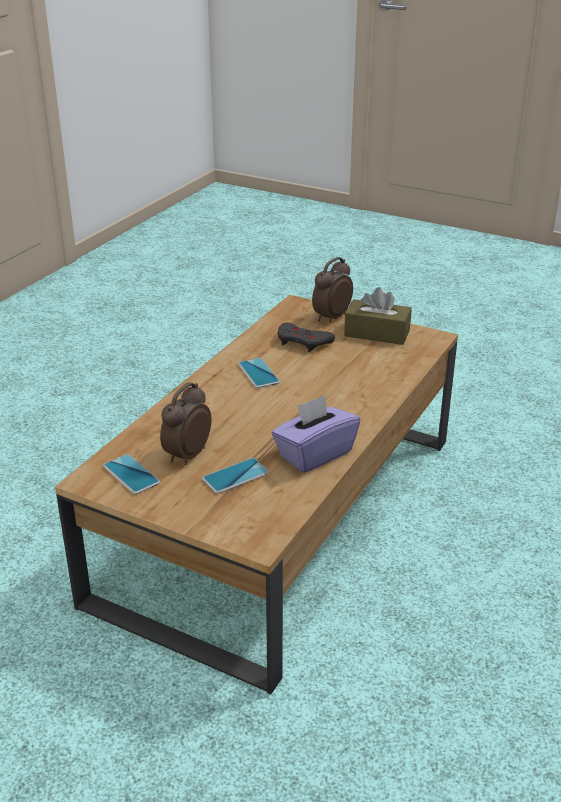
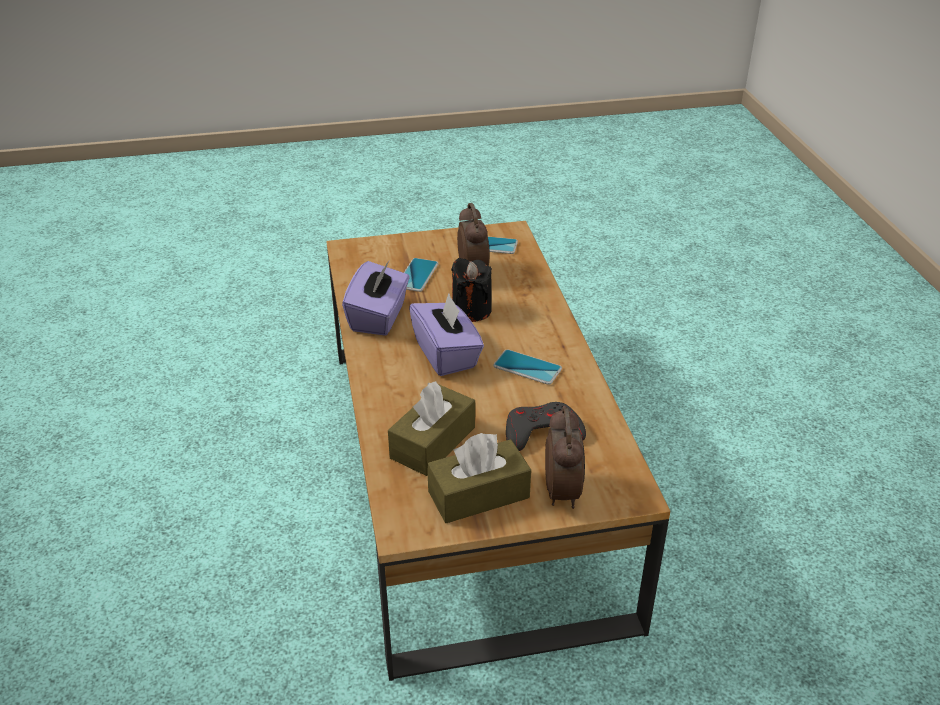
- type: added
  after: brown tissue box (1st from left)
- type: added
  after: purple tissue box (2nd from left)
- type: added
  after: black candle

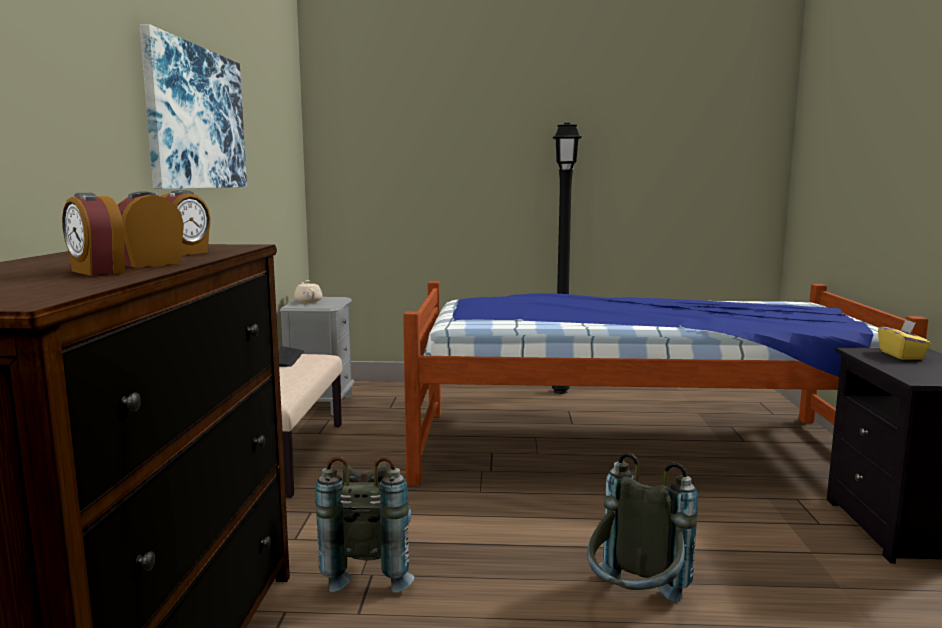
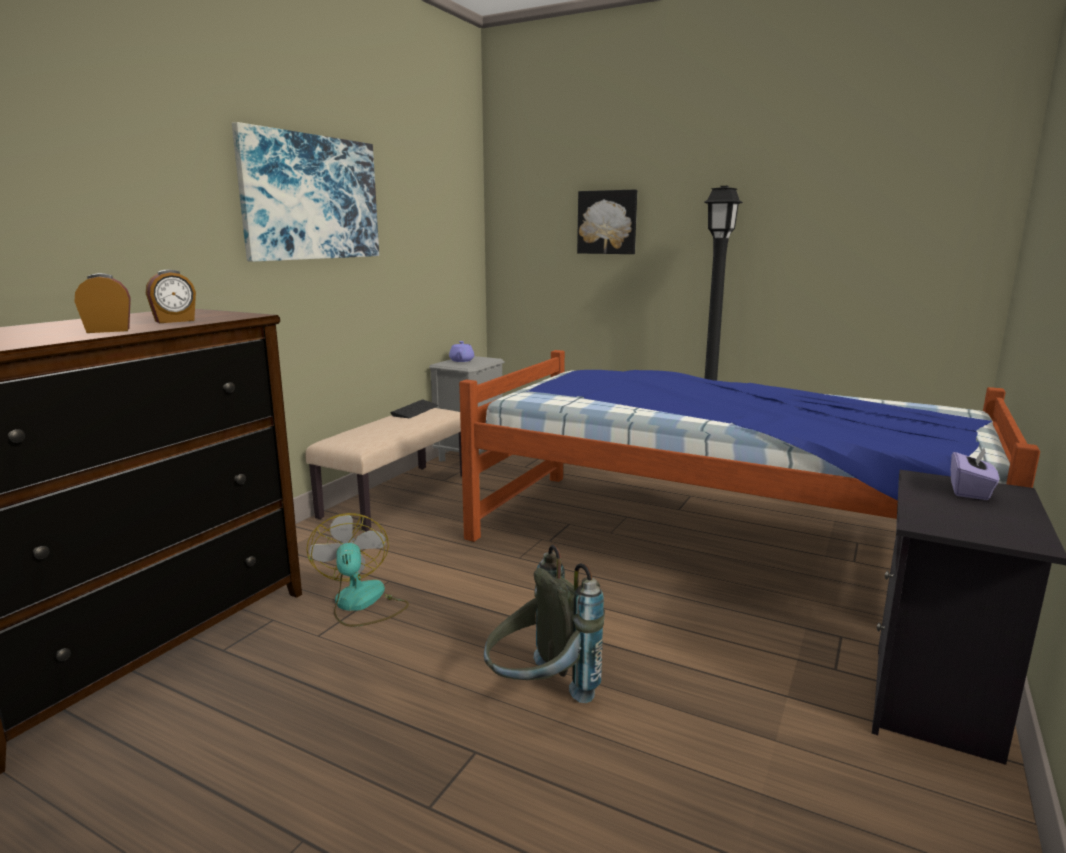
- type: removed
  before: alarm clock (1st from left)
- type: recoloured
  before: beige teapot
  after: purple teapot
- type: replaced
  before: grey backpack (1st from left)
  after: fan
- type: recoloured
  before: yellow tissue box
  after: purple tissue box
- type: added
  after: picture (2nd from left)

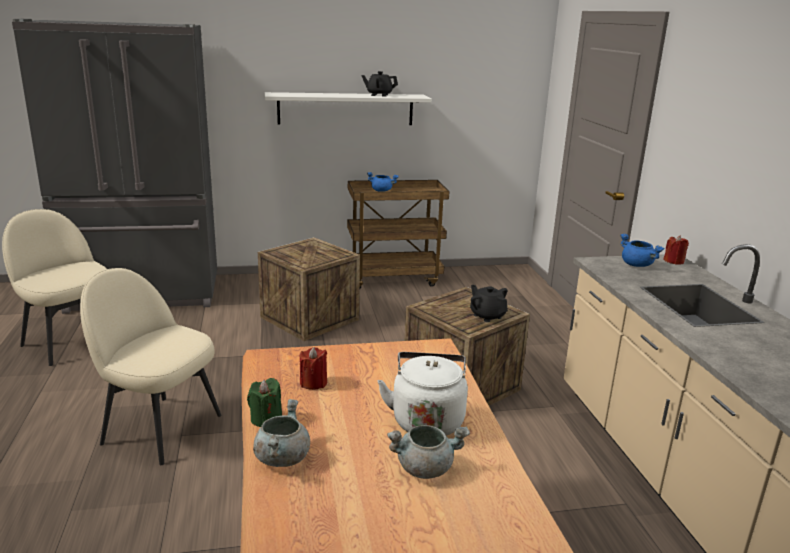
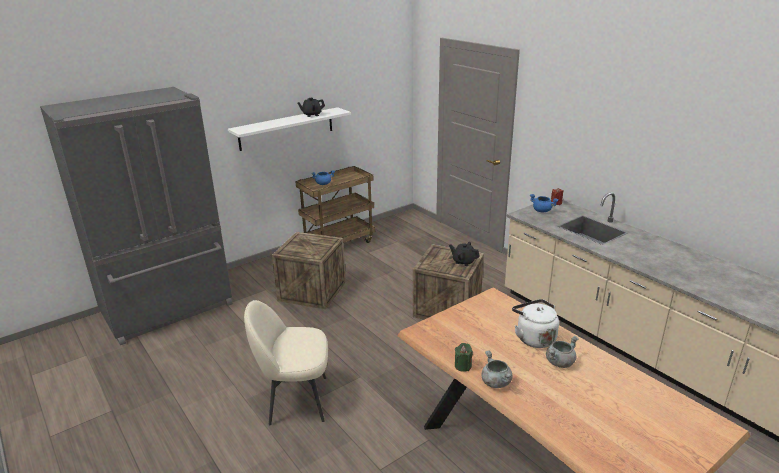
- type: removed
  before: beige chair (1st from left)
- type: removed
  before: red candle (1st from left)

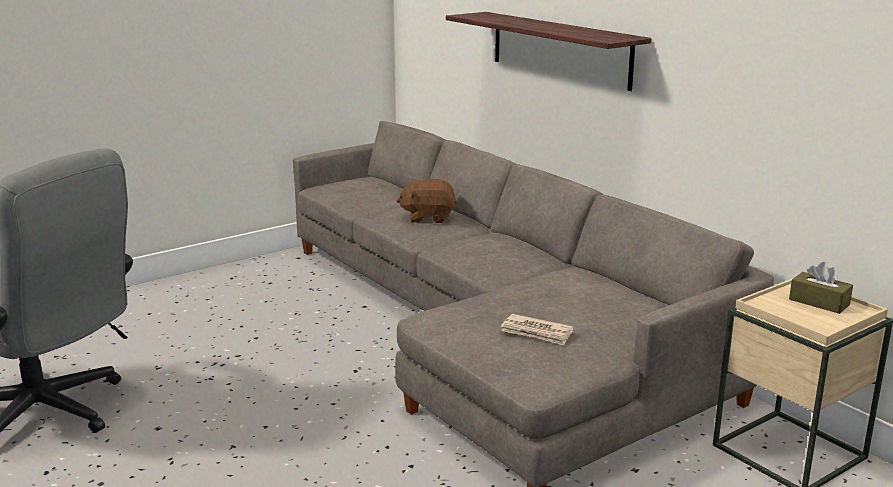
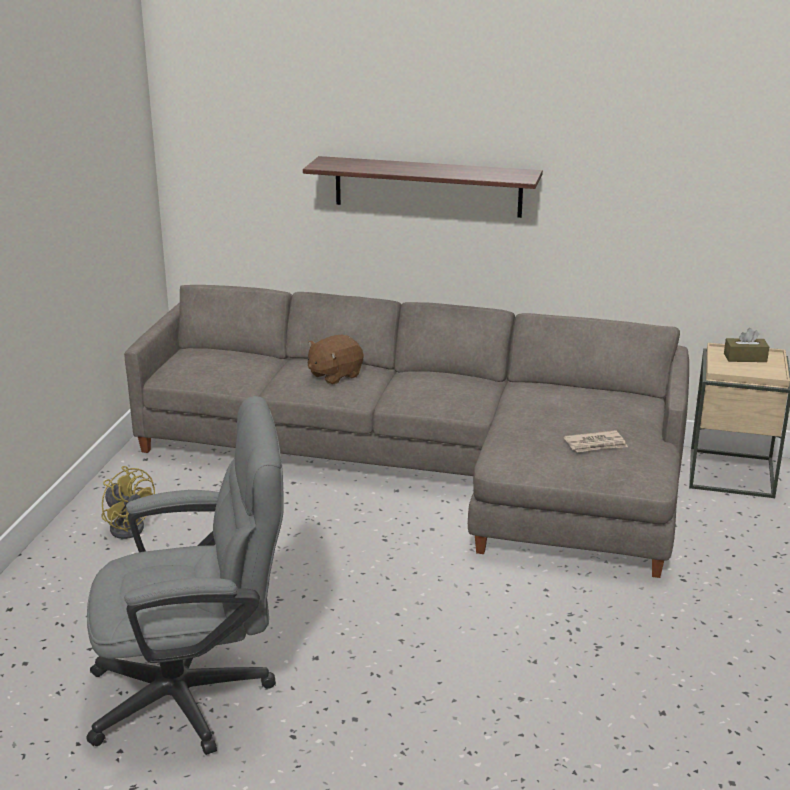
- type: added
  after: yellow fan

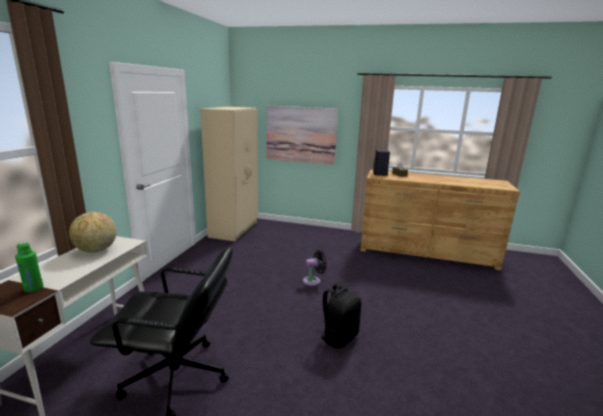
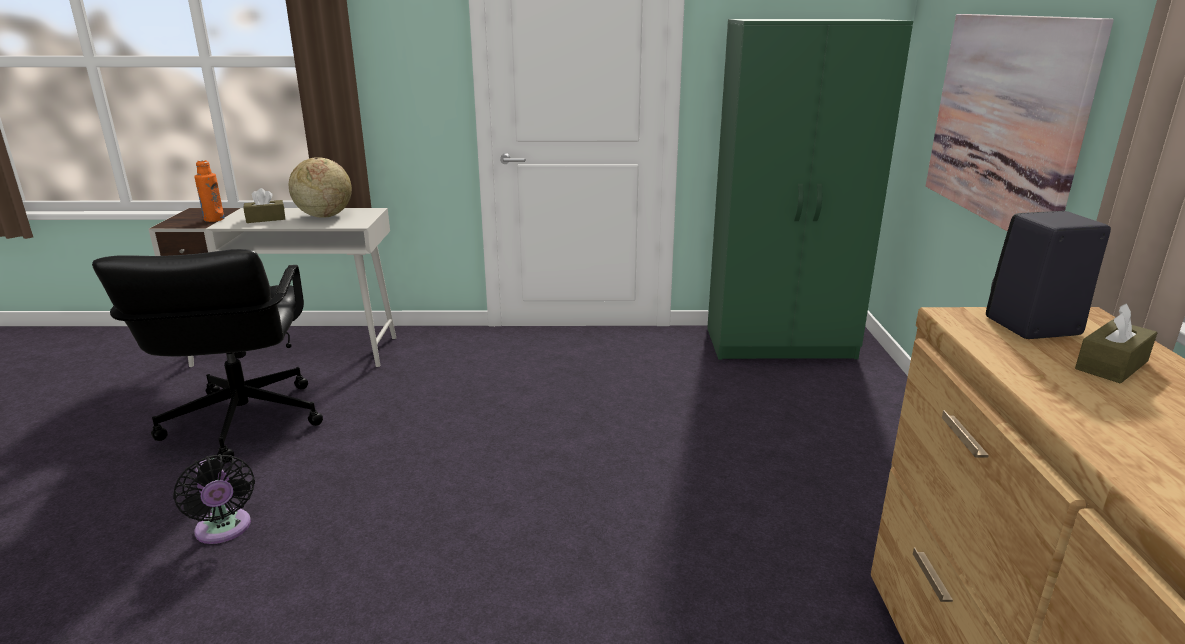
- type: recoloured
  before: green bottle
  after: orange bottle
- type: recoloured
  before: beige wardrobe
  after: green wardrobe
- type: moved
  before: black fan
- type: removed
  before: black backpack
- type: added
  after: brown tissue box (1st from left)

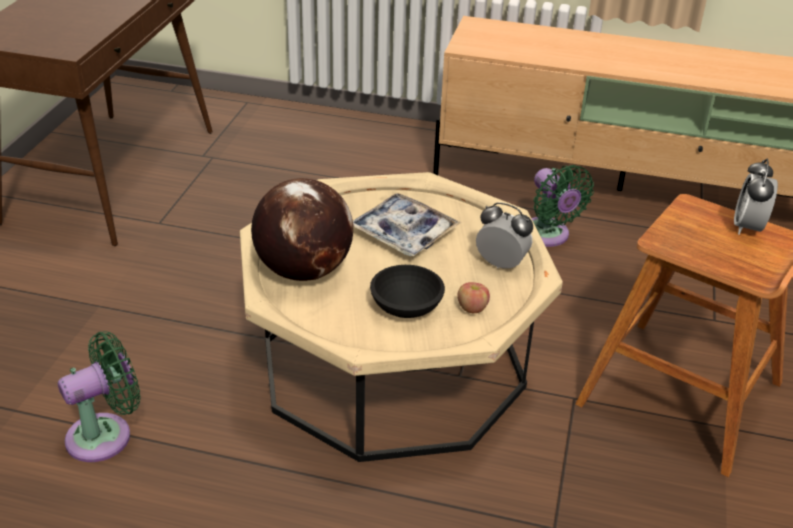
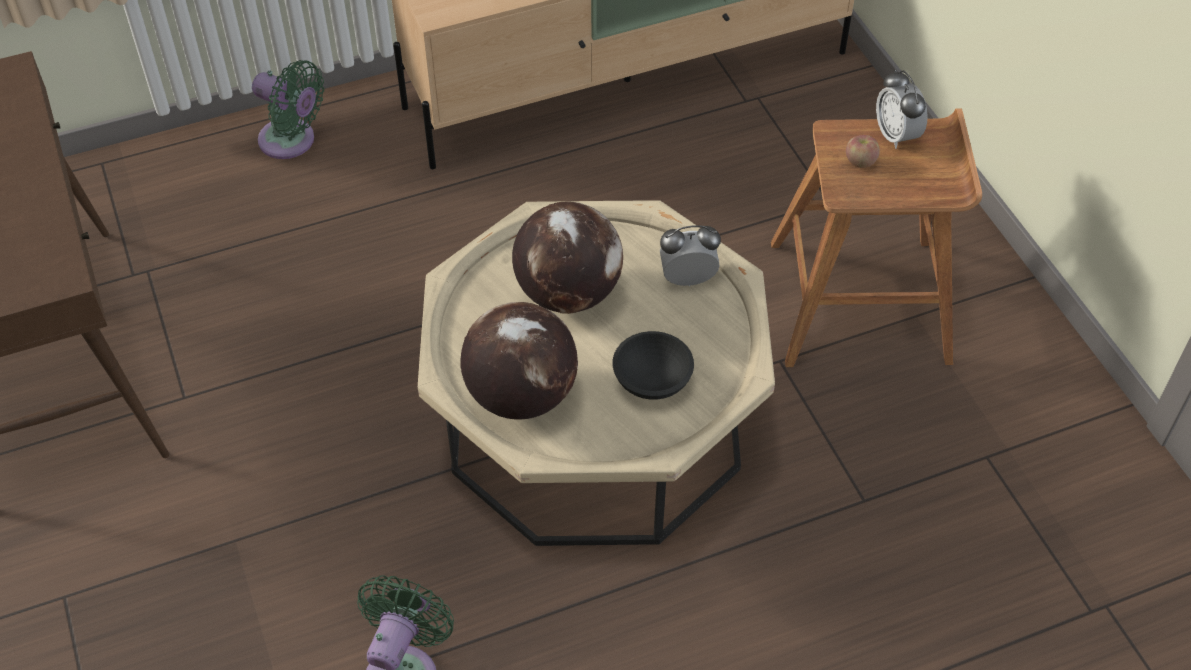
- type: replaced
  before: tray
  after: globe (2nd from left)
- type: moved
  before: apple
- type: moved
  before: green fan (2nd from left in the first image)
  after: green fan (1st from left)

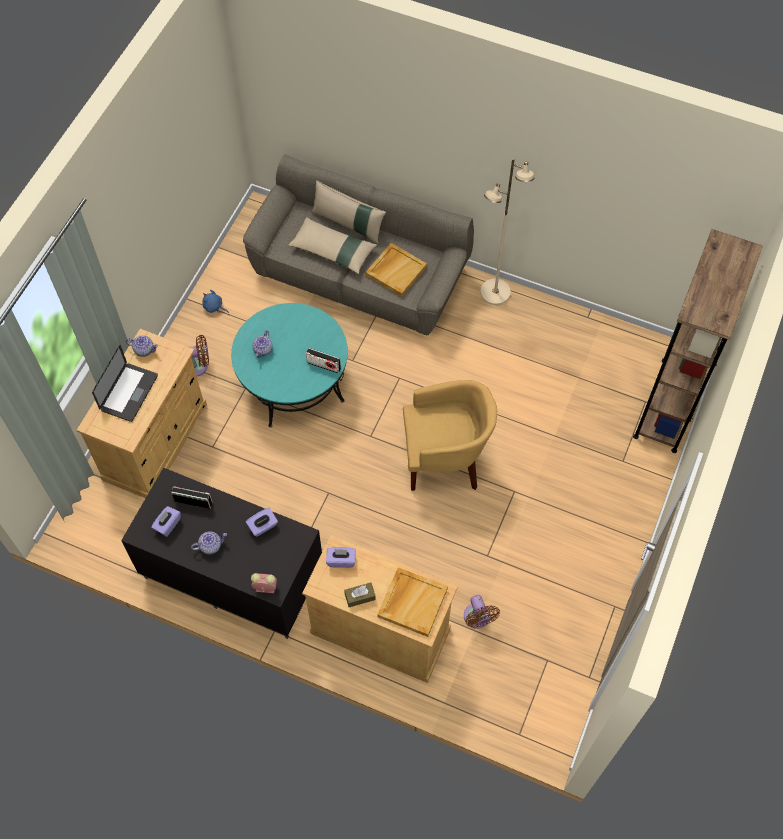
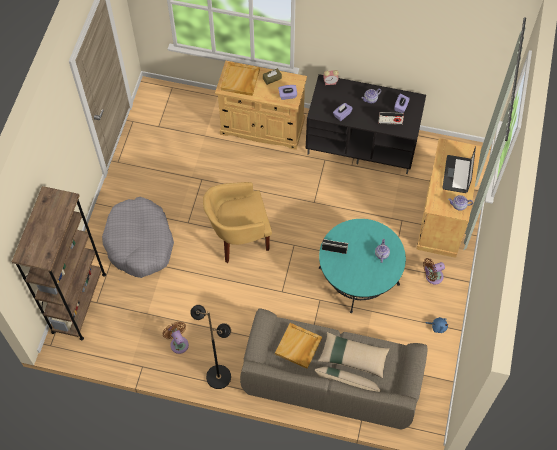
- type: moved
  before: brown fan (2nd from left in the first image)
  after: brown fan (1st from left)
- type: recoloured
  before: beige floor lamp
  after: black floor lamp
- type: added
  after: grey dog bed

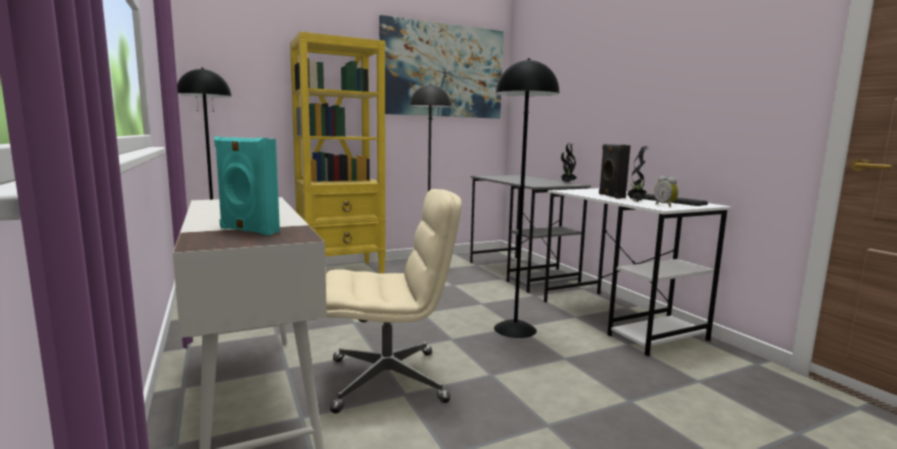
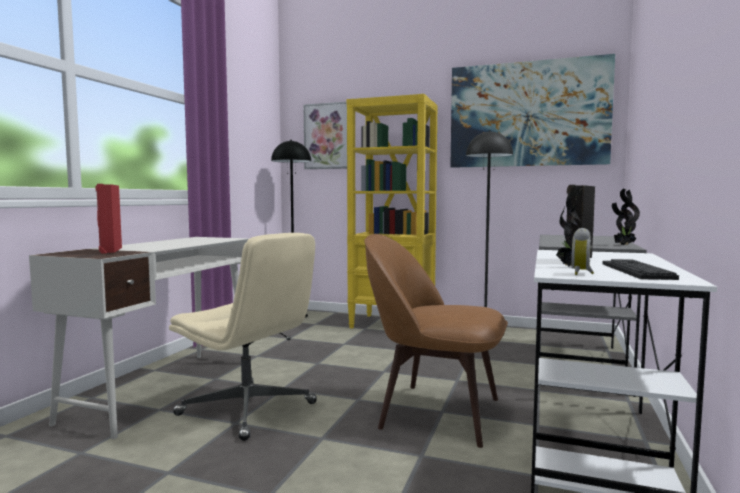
- type: recoloured
  before: turquoise speaker
  after: red speaker
- type: replaced
  before: black floor lamp (3rd from left)
  after: brown chair
- type: added
  after: picture (1st from left)

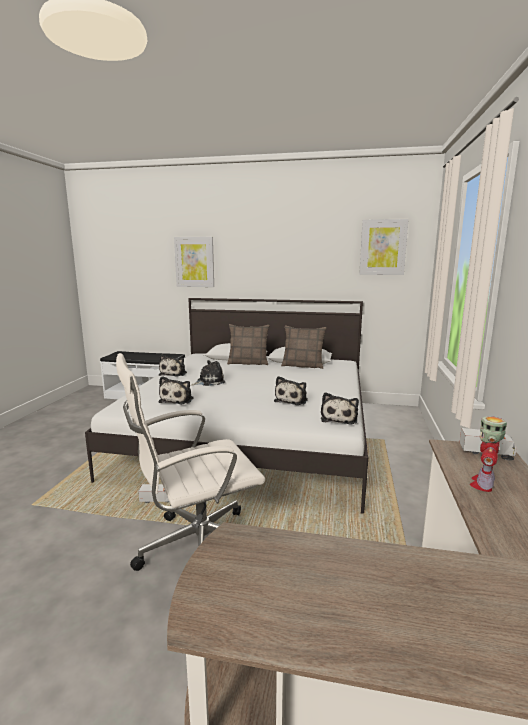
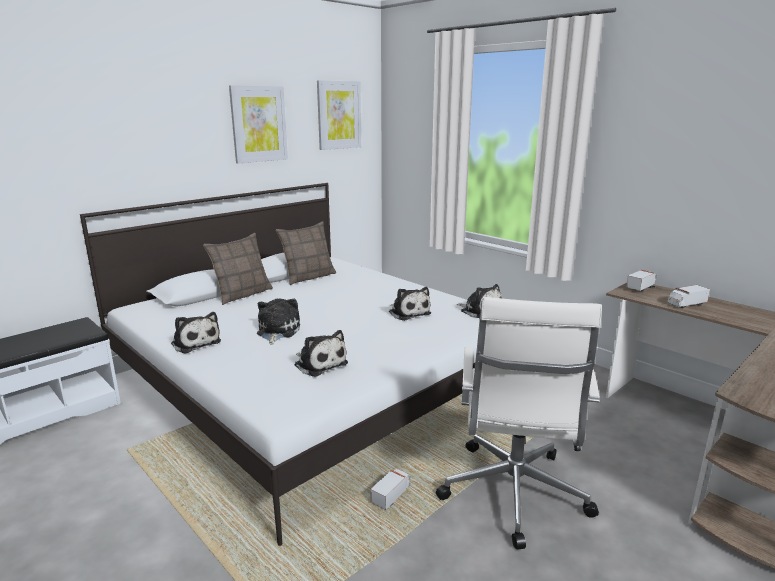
- type: moved
  before: picture (1st from left)
- type: replaced
  before: toy robot
  after: toy truck (3rd from left)

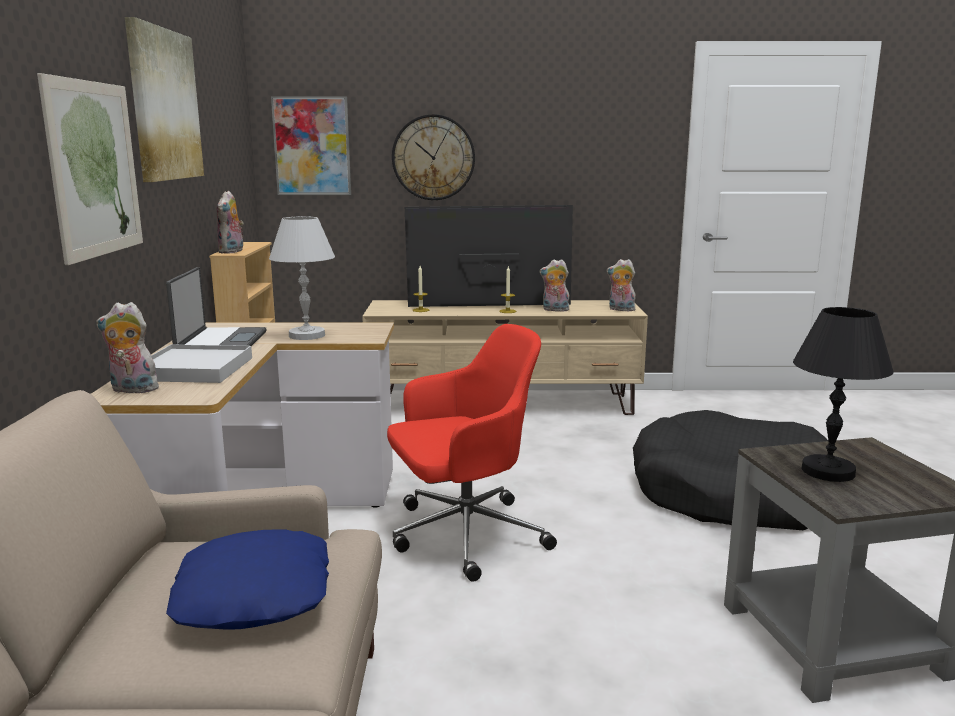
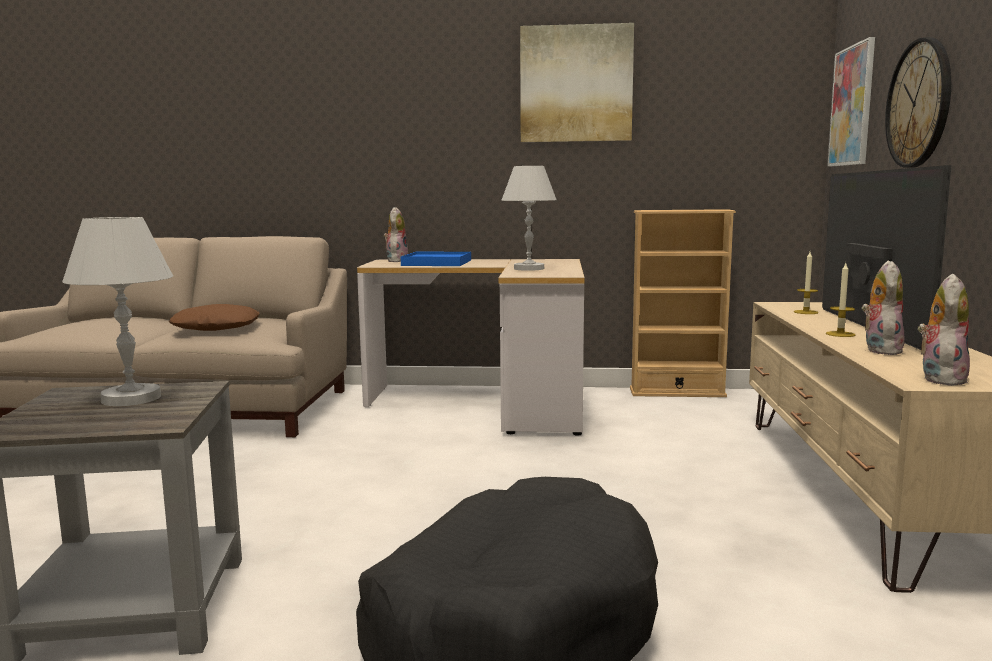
- type: removed
  before: picture (1st from left)
- type: recoloured
  before: white tray
  after: blue tray
- type: removed
  before: laptop
- type: recoloured
  before: blue pillow
  after: brown pillow
- type: removed
  before: plush toy (2nd from left)
- type: removed
  before: red office chair
- type: recoloured
  before: black table lamp
  after: white table lamp (1st from left)

